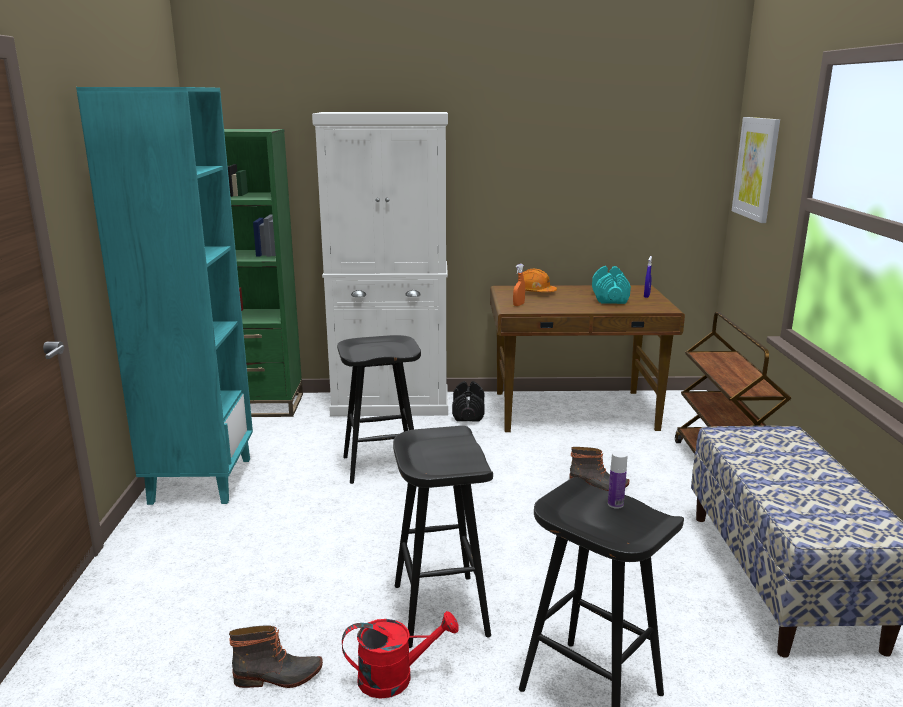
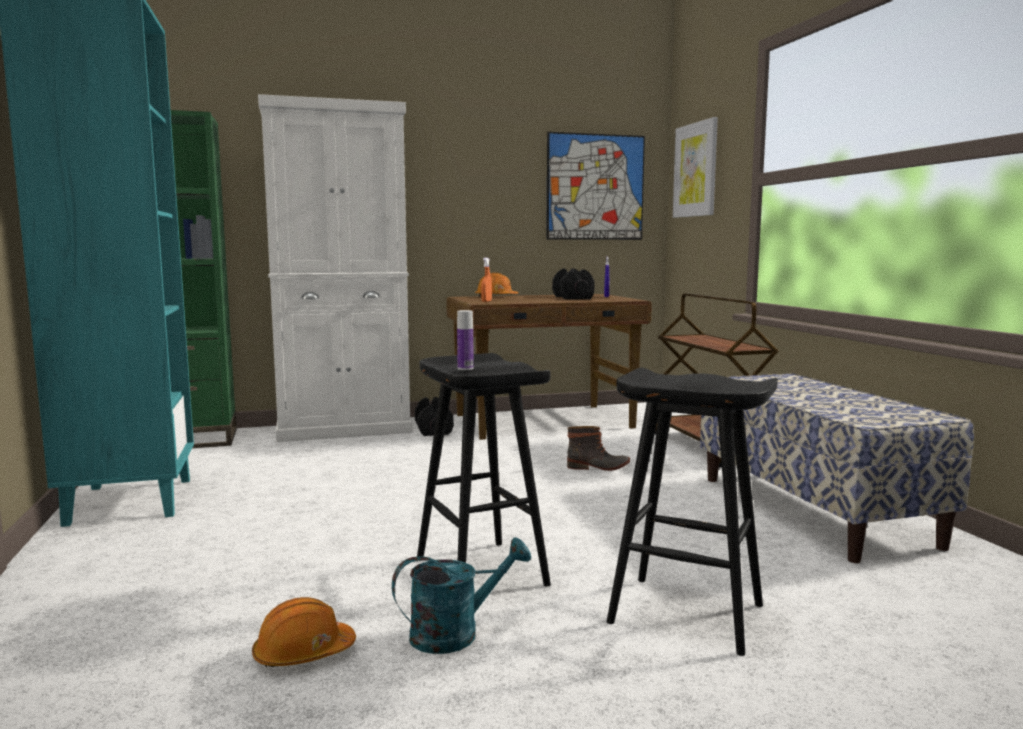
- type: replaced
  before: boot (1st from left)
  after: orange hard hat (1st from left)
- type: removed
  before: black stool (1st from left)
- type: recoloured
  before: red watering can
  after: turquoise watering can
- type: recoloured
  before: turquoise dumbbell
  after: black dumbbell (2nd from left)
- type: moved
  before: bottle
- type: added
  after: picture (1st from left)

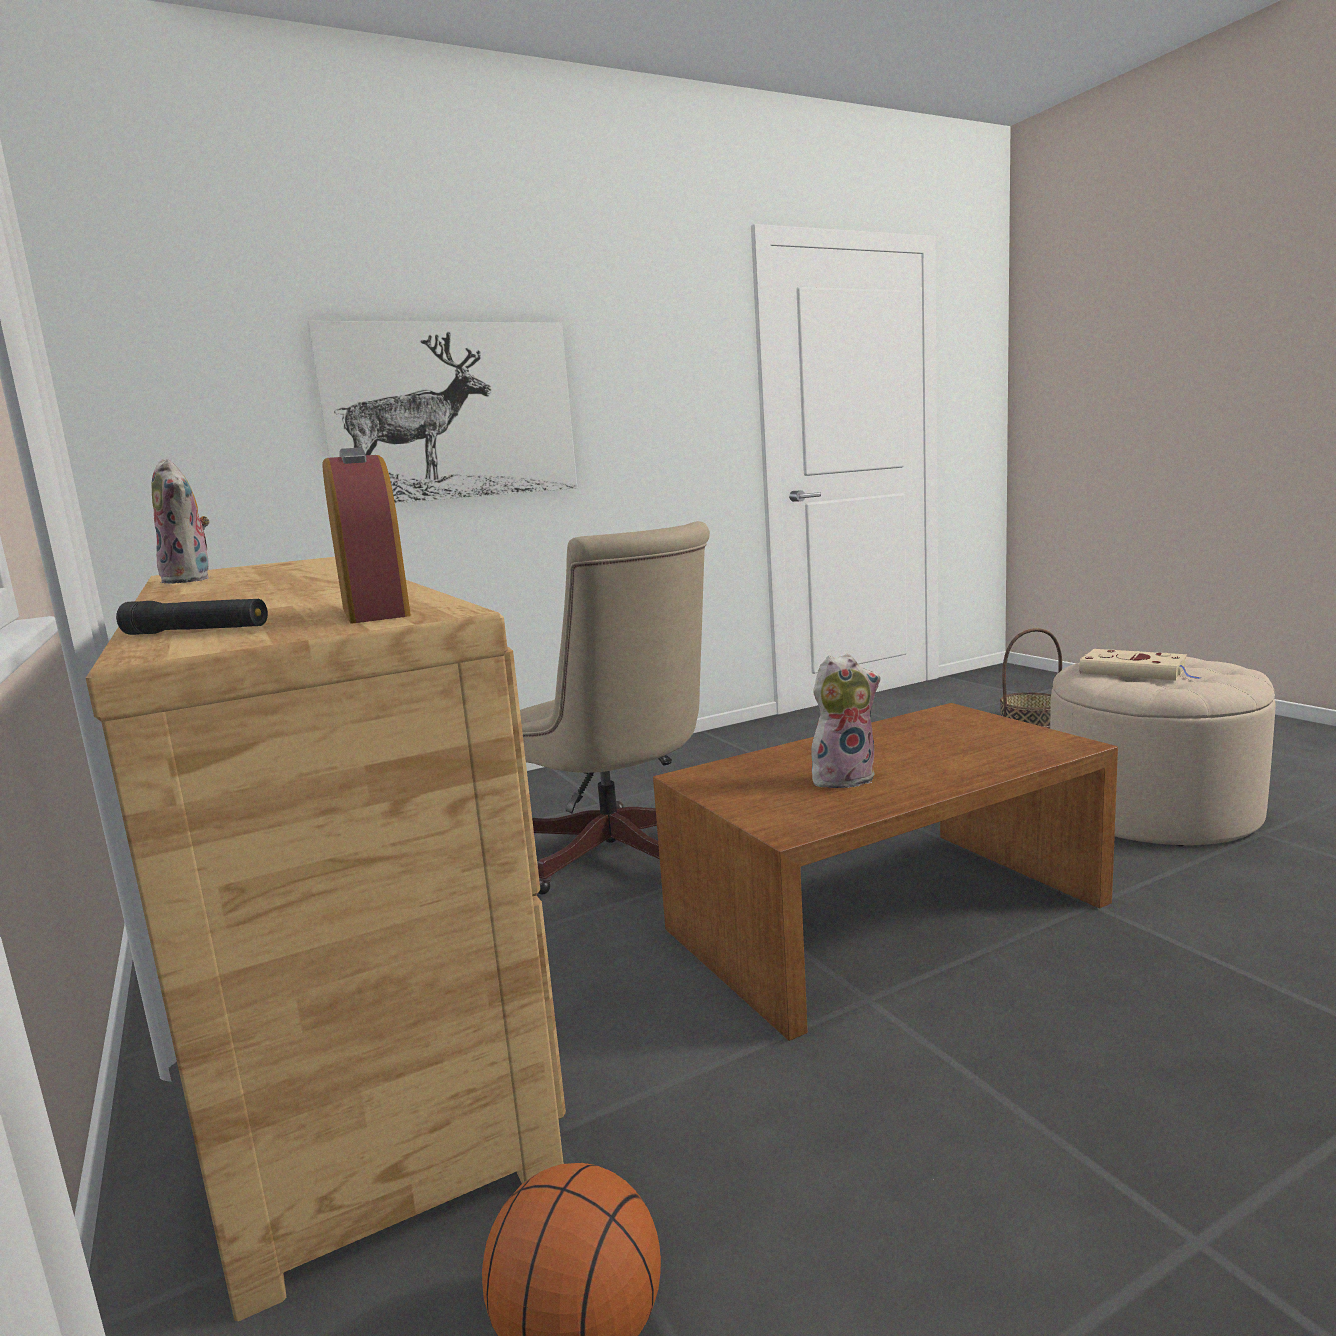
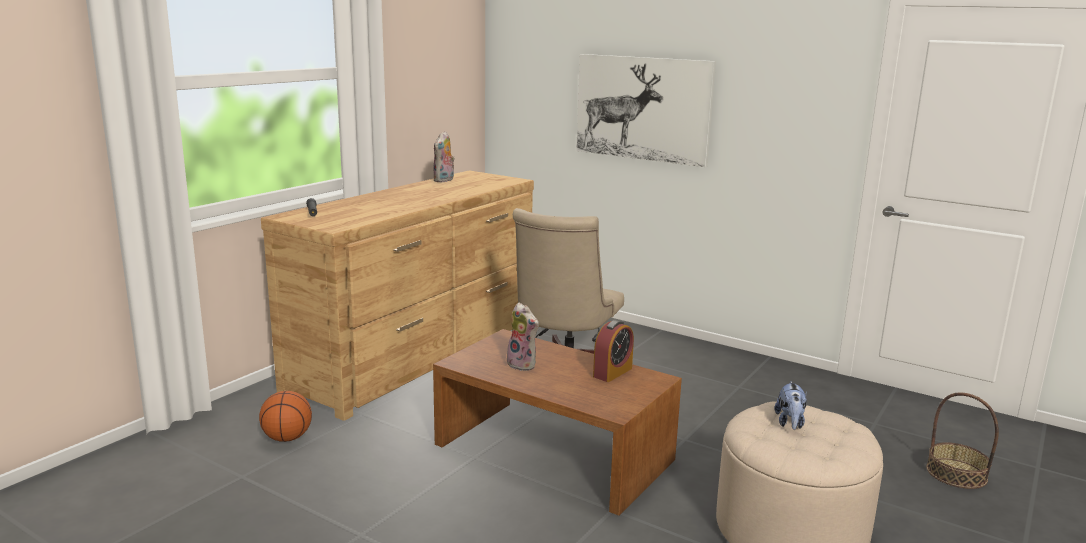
- type: moved
  before: alarm clock
- type: replaced
  before: beige book
  after: plush toy (3rd from left)

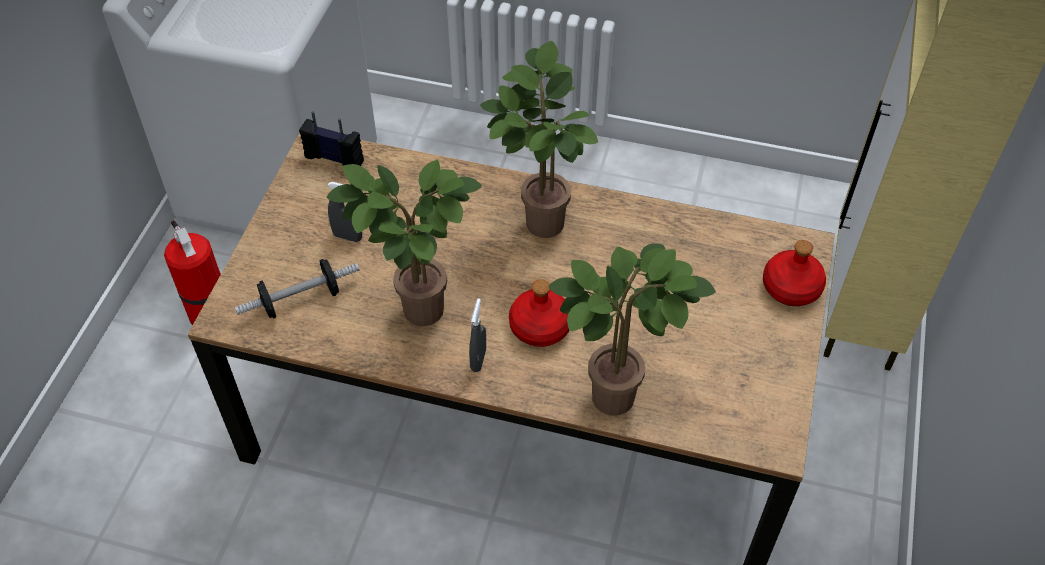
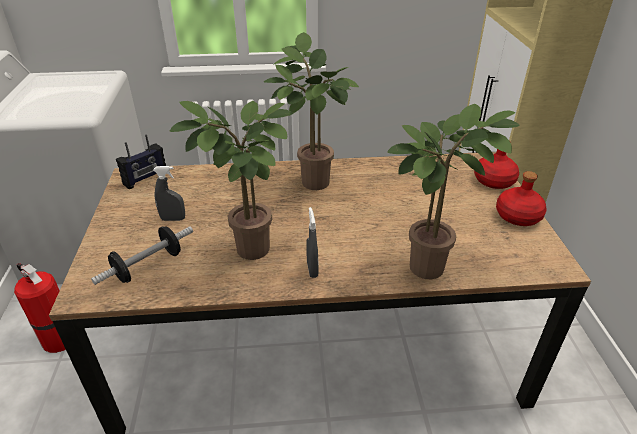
- type: turned
  before: radio
  turn: 135
- type: moved
  before: red bottle (1st from left in the first image)
  after: red bottle (2nd from left)

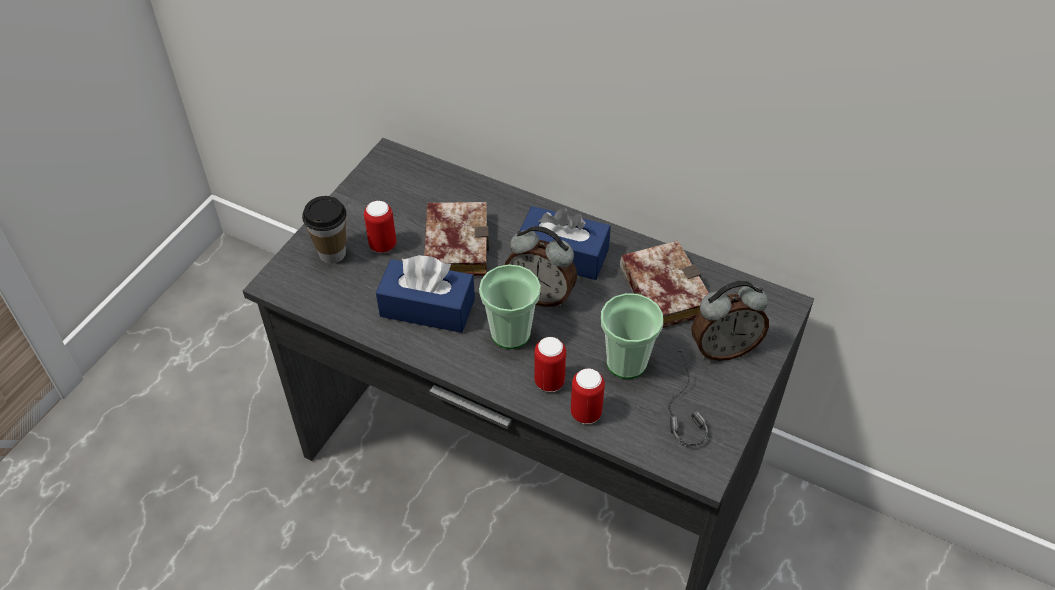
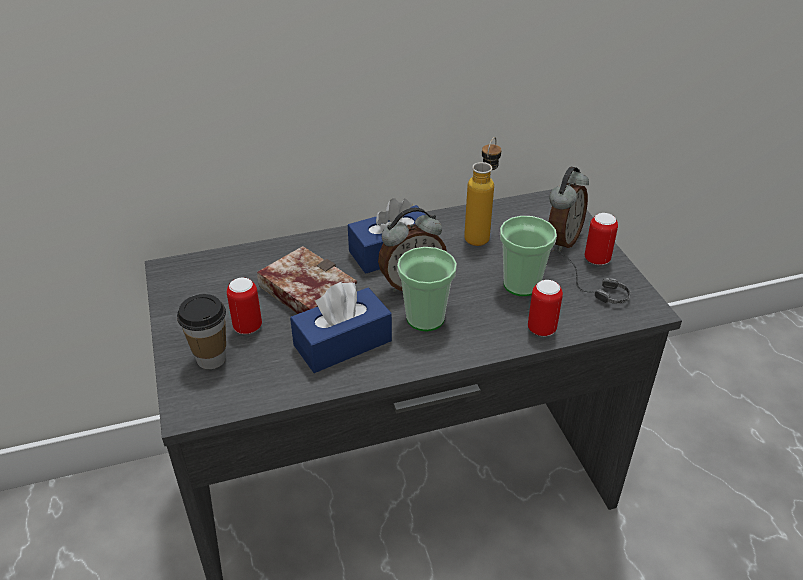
- type: moved
  before: can (2nd from left in the first image)
  after: can (3rd from left)
- type: replaced
  before: book (2nd from left)
  after: bottle

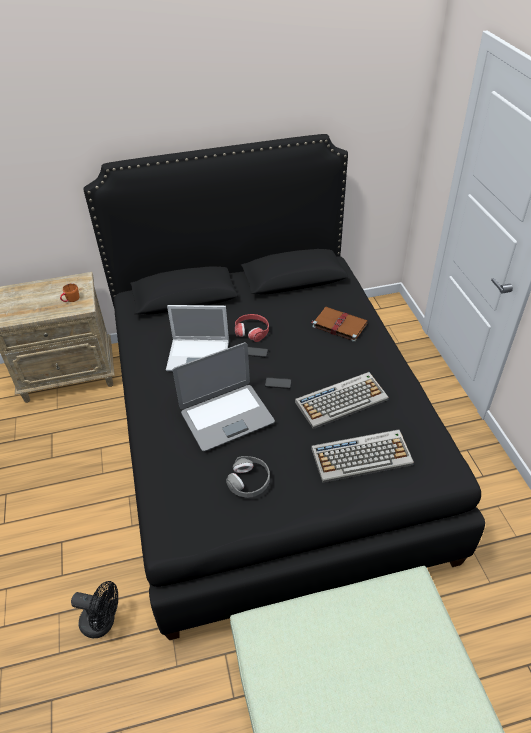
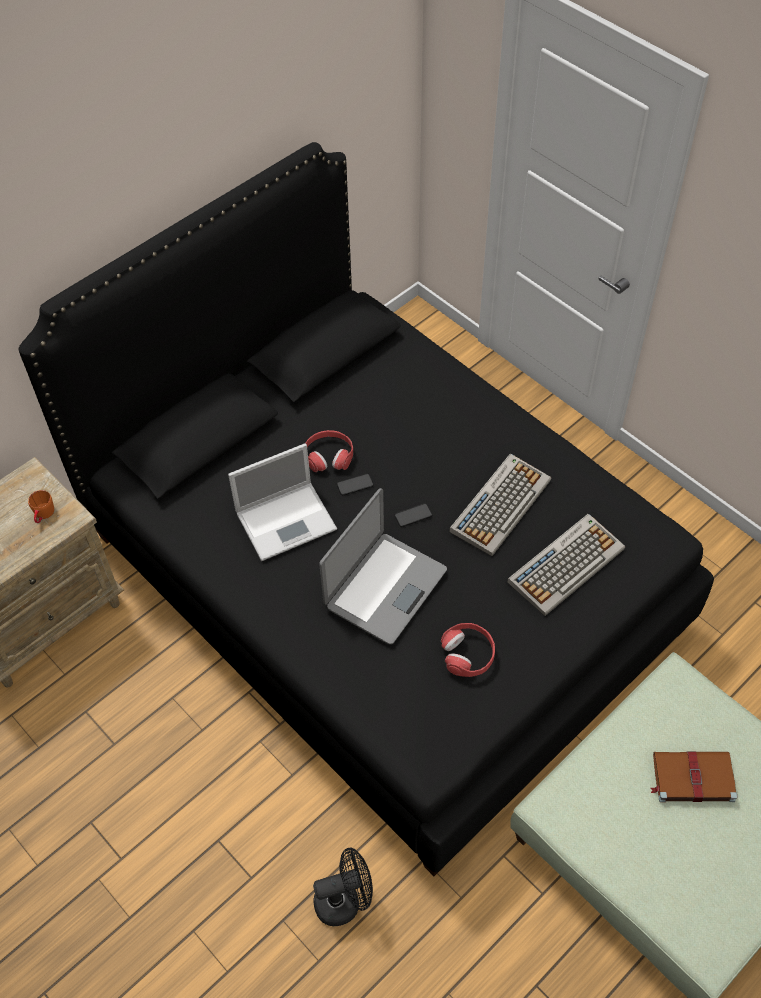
- type: recoloured
  before: grey headphones
  after: red headphones (2nd from left)
- type: moved
  before: brown book

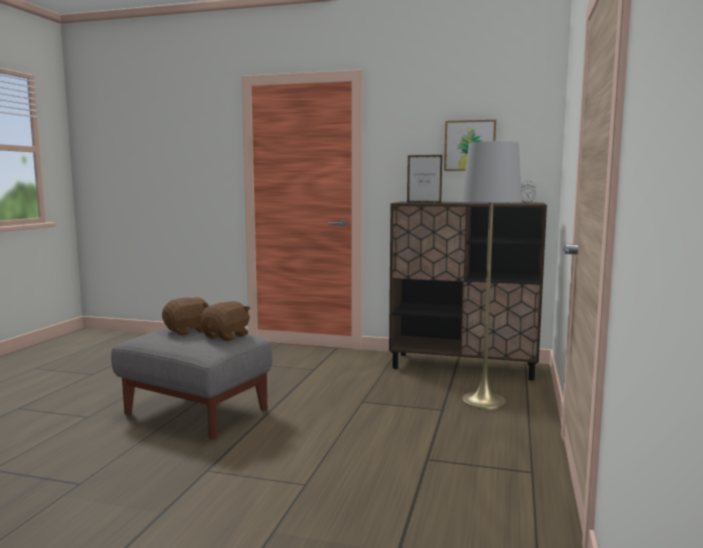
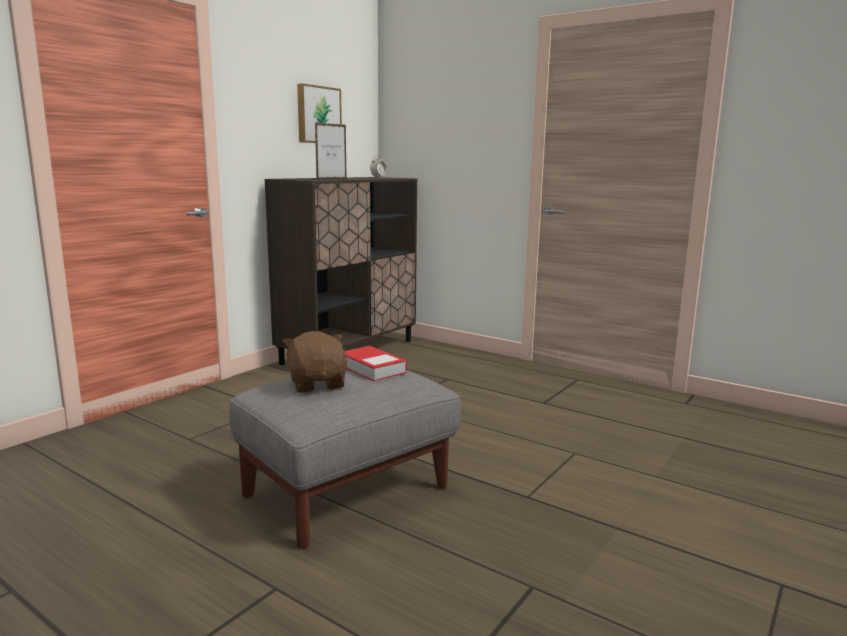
- type: replaced
  before: brown plush toy (2nd from left)
  after: book
- type: removed
  before: grey floor lamp

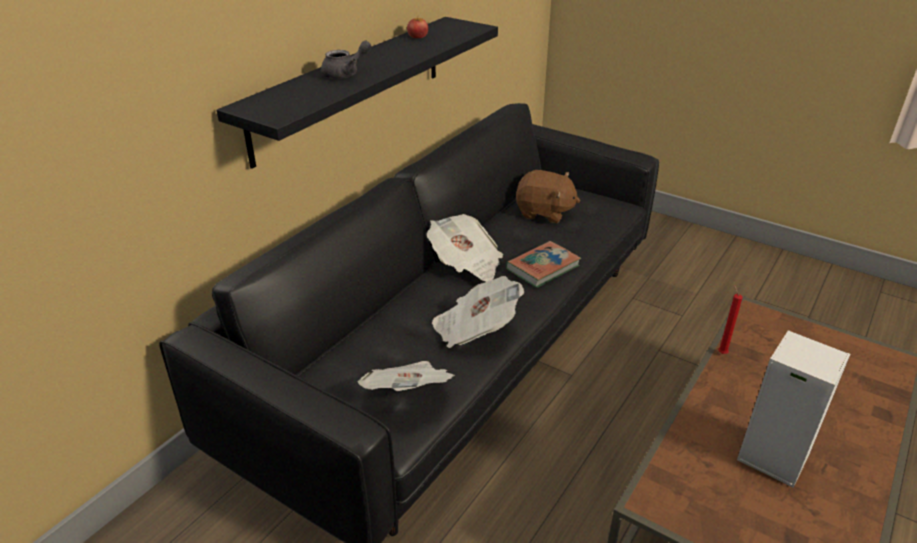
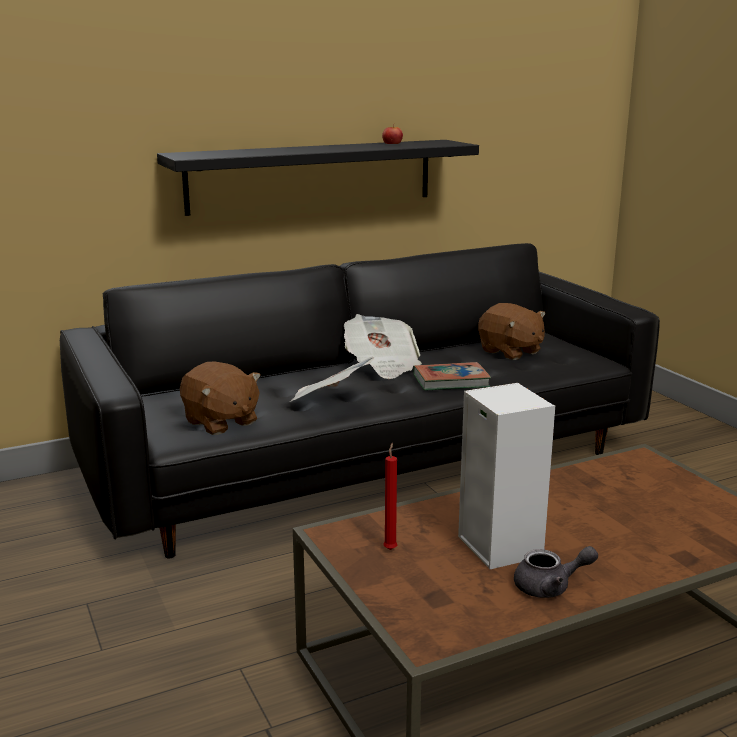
- type: moved
  before: grey teapot
- type: replaced
  before: newspaper (1st from left)
  after: brown plush toy (1st from left)
- type: moved
  before: red candle

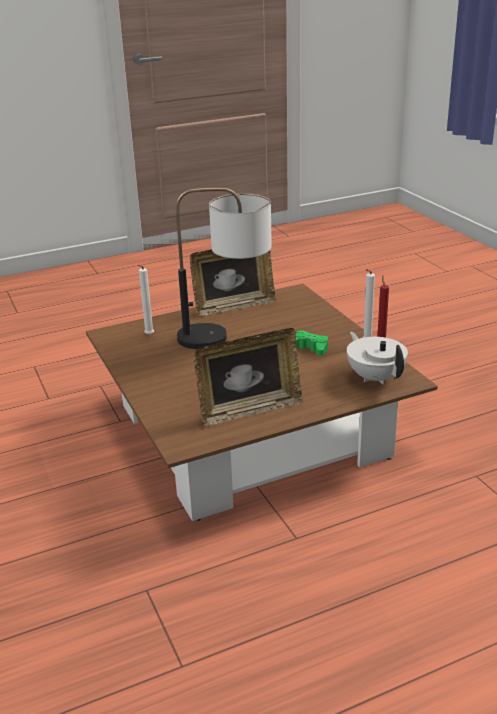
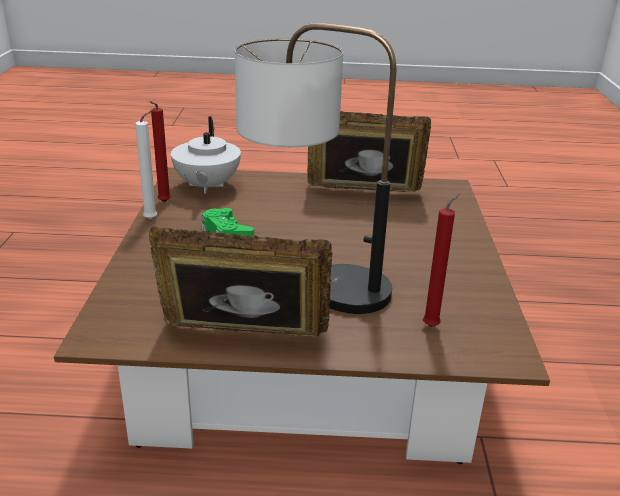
- type: recoloured
  before: white candle (1st from left)
  after: red candle (2nd from left)

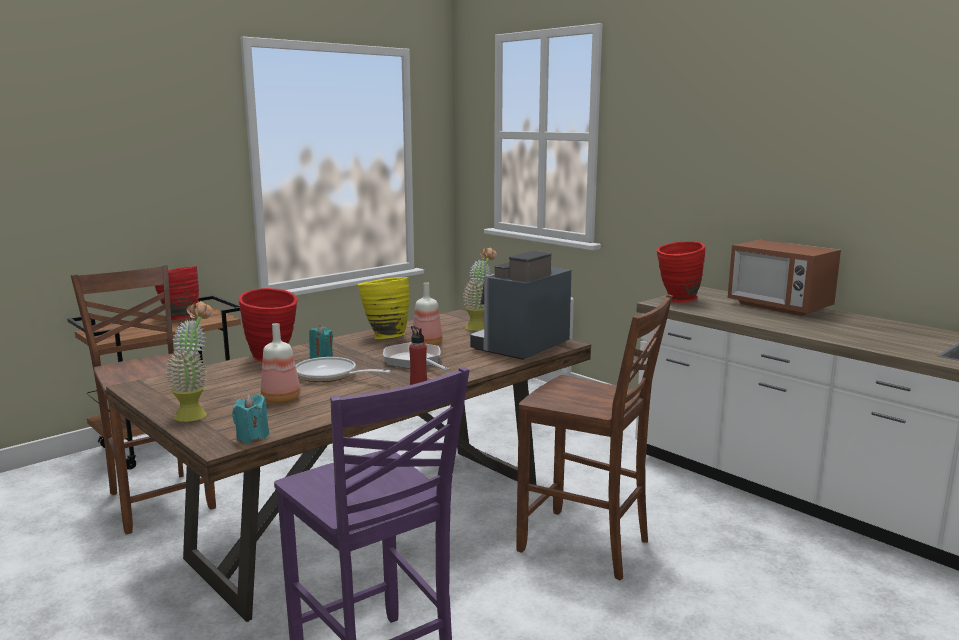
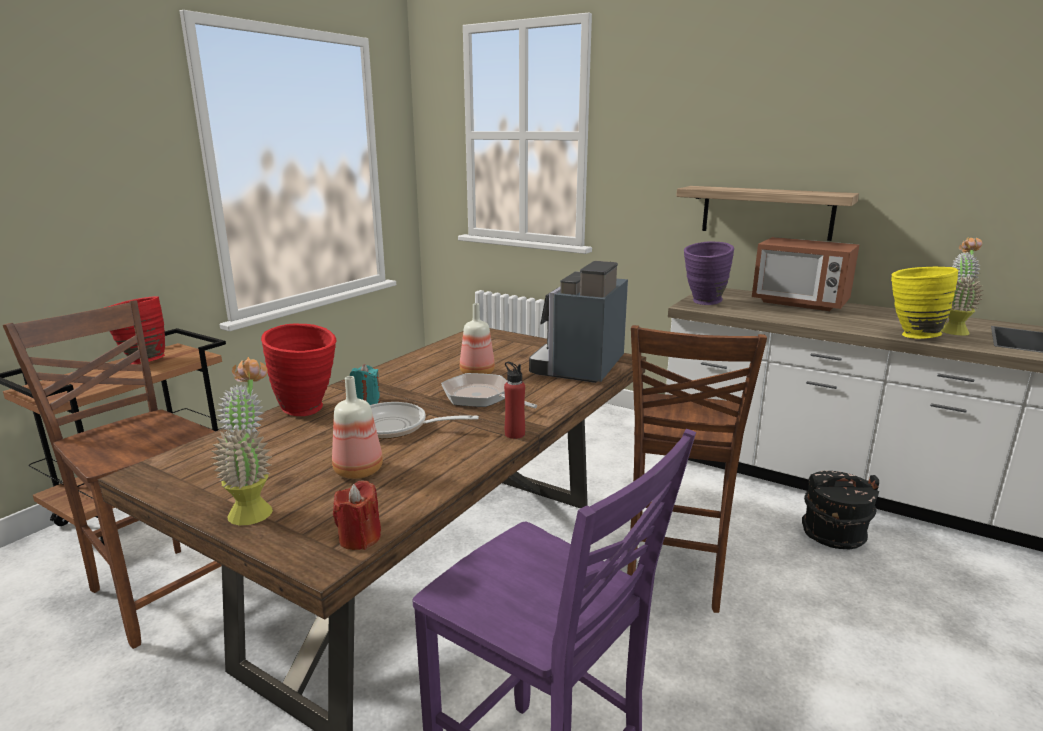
- type: recoloured
  before: turquoise candle (1st from left)
  after: red candle
- type: moved
  before: yellow vase
- type: moved
  before: potted plant (2nd from left)
- type: turned
  before: brown chair (2nd from left)
  turn: 90
- type: recoloured
  before: red vase (3rd from left)
  after: purple vase
- type: added
  after: shelf
- type: added
  after: black bucket

